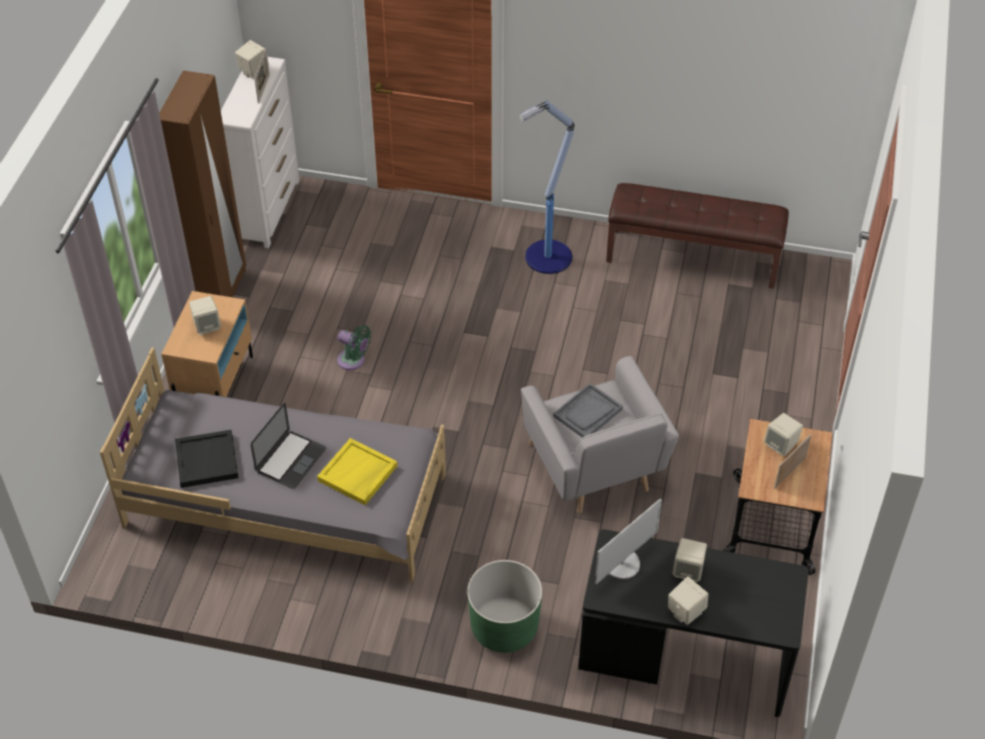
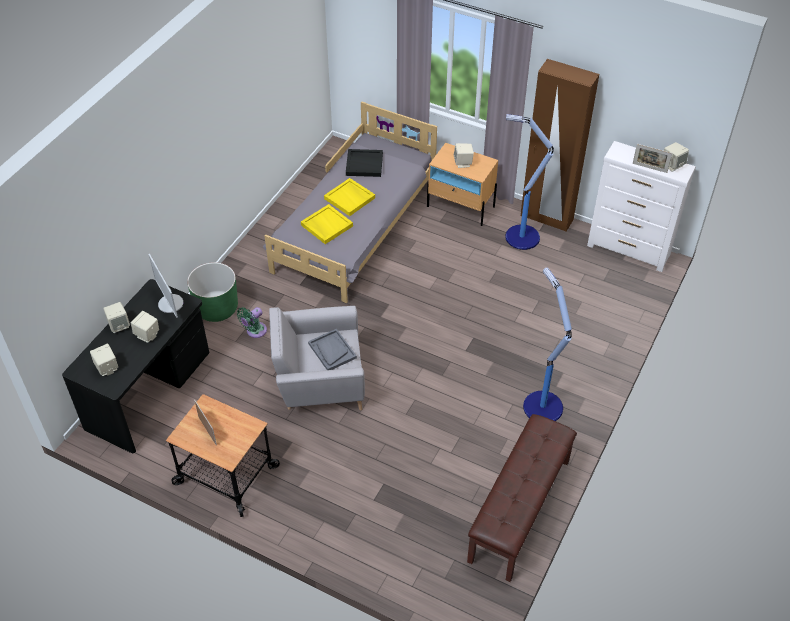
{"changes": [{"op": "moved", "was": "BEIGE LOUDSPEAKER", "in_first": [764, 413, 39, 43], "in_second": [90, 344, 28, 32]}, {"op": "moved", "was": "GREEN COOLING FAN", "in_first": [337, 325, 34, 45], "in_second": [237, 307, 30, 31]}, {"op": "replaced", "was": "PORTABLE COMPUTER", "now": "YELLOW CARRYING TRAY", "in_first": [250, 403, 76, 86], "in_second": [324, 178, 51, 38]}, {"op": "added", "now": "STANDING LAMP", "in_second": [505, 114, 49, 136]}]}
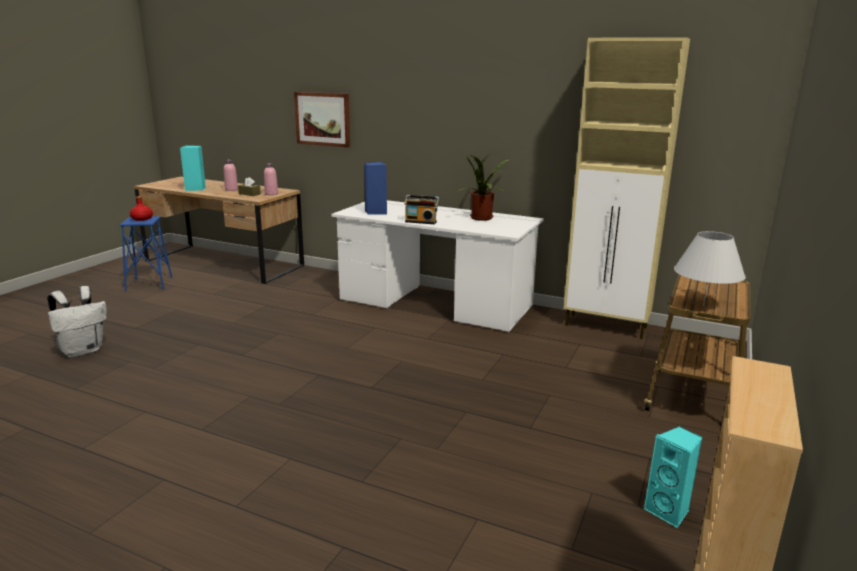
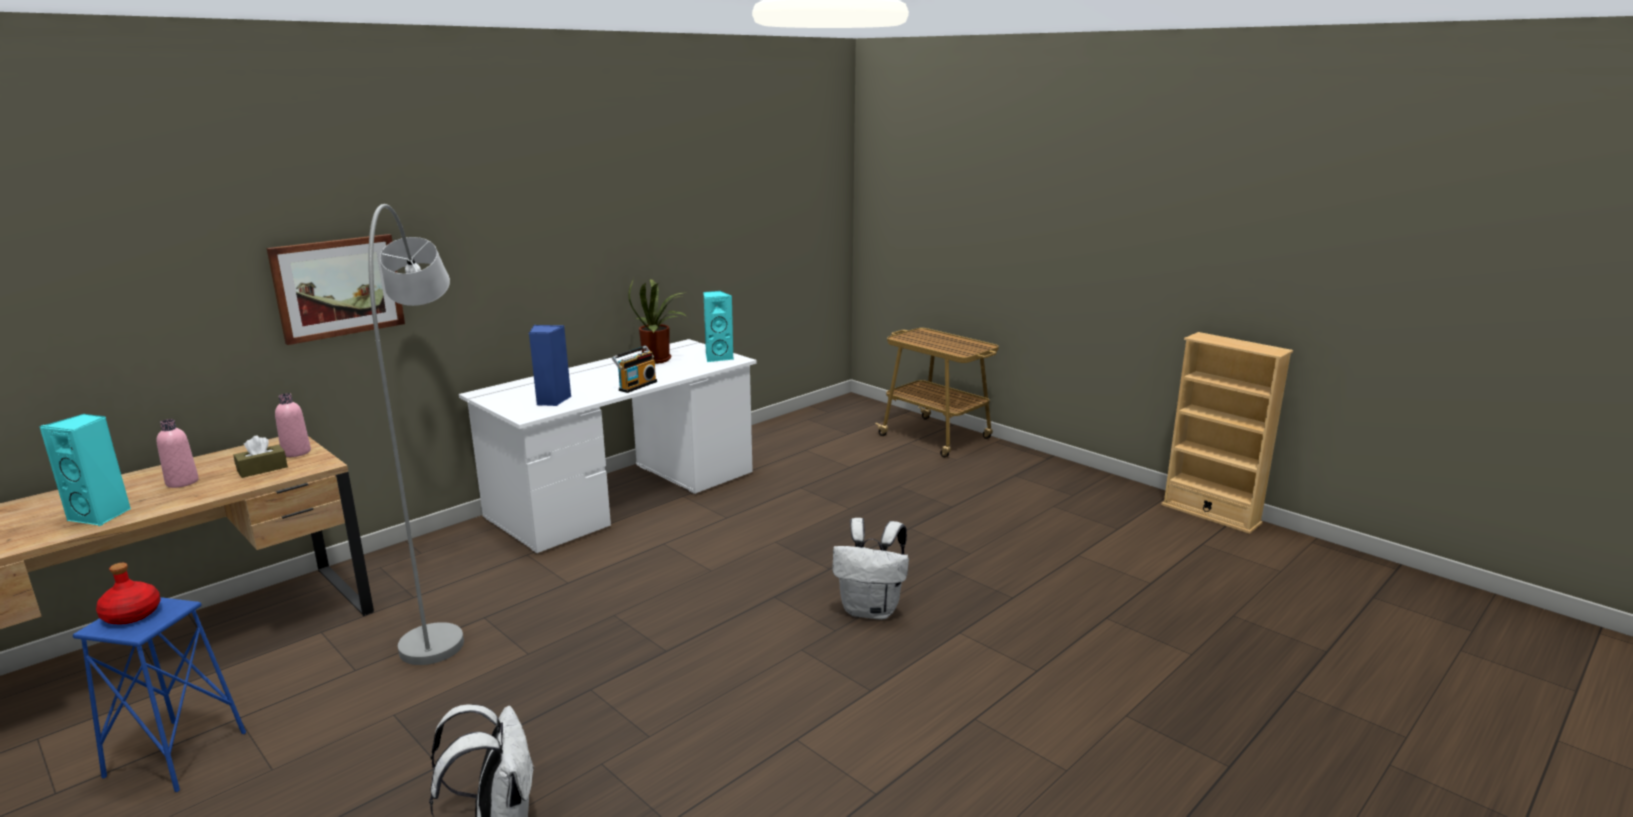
{"changes": [{"op": "added", "now": "GREY STANDING LAMP", "in_second": [368, 204, 96, 461]}, {"op": "moved", "was": "BLUE-GREEN LOUDSPEAKER", "in_first": [644, 426, 58, 102], "in_second": [703, 291, 30, 71]}, {"op": "added", "now": "WHITISH RUCKSACK", "in_second": [832, 518, 77, 102]}, {"op": "removed", "was": "BEIGE CUPBOARD", "in_first": [564, 37, 126, 302]}, {"op": "removed", "was": "WHITISH TABLETOP LAMP", "in_first": [674, 231, 72, 75]}]}
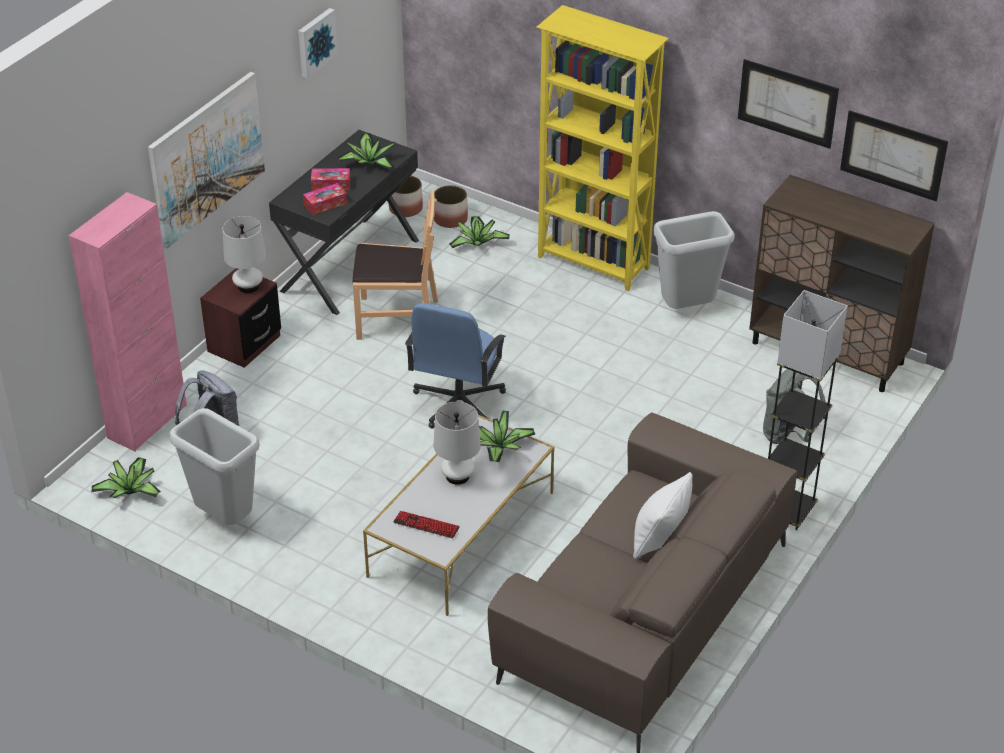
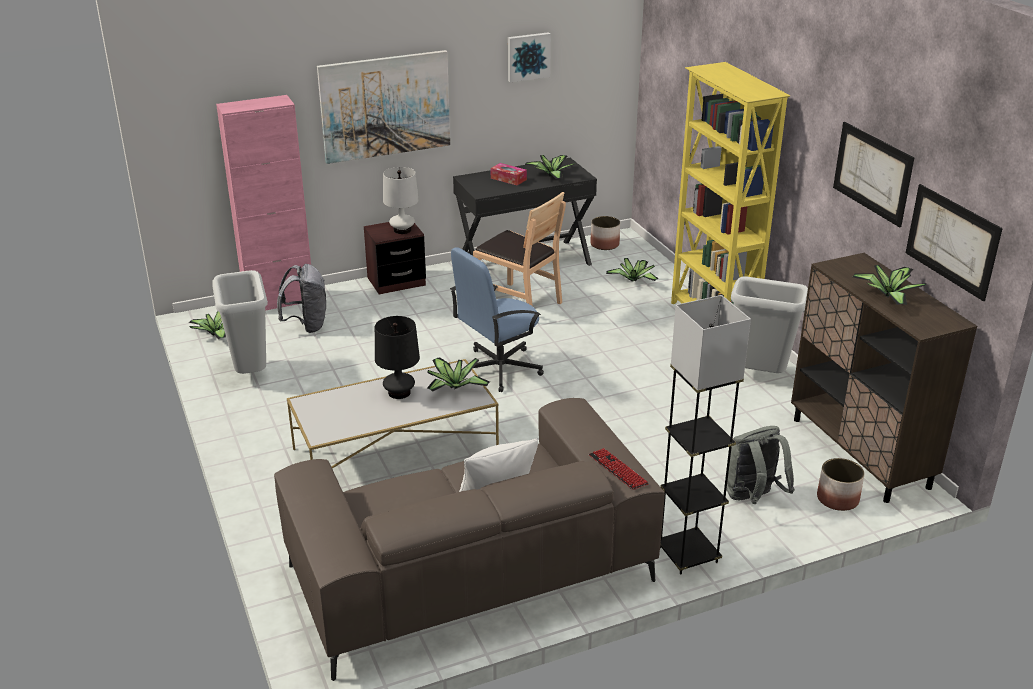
{"changes": [{"op": "recoloured", "was": "WHITISH TABLETOP LAMP", "now": "BLACK-COLOURED TABLETOP LAMP", "in_first": [434, 402, 47, 83], "in_second": [375, 316, 45, 83]}, {"op": "moved", "was": "PC KEYBOARD", "in_first": [393, 511, 67, 27], "in_second": [589, 448, 60, 42]}, {"op": "moved", "was": "PLANTER", "in_first": [434, 185, 34, 43], "in_second": [817, 458, 47, 53]}, {"op": "added", "now": "HOUSEPLANT", "in_second": [853, 265, 74, 40]}, {"op": "removed", "was": "TISSUE BOX", "in_first": [303, 183, 44, 32]}]}
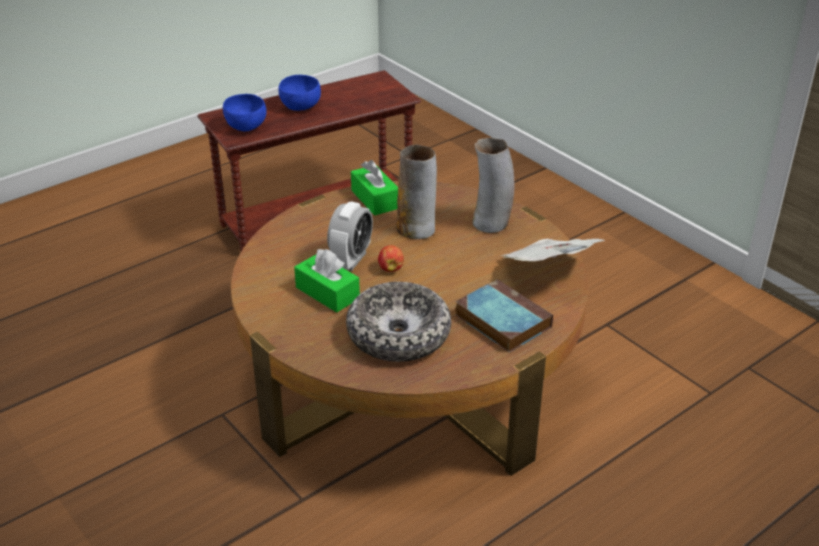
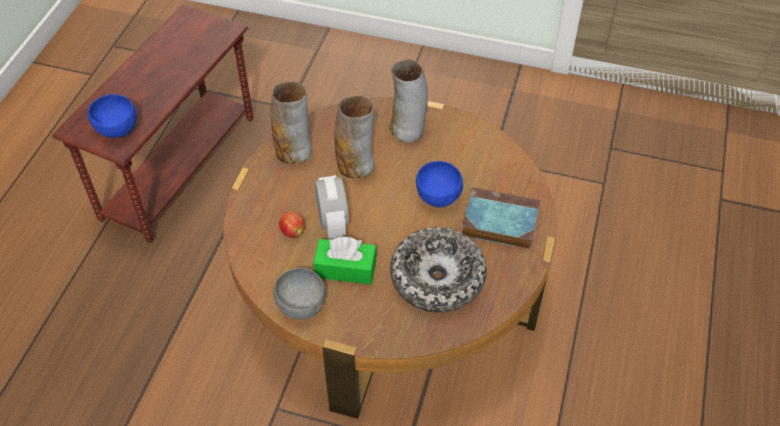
{"changes": [{"op": "replaced", "was": "GREEN TISSUE BOX", "now": "DECORATIVE VASE", "in_first": [351, 160, 47, 56], "in_second": [271, 82, 41, 82]}, {"op": "added", "now": "GREY BOWL", "in_second": [273, 268, 53, 51]}, {"op": "moved", "was": "WHOLE APPLE", "in_first": [378, 245, 26, 27], "in_second": [279, 211, 26, 27]}, {"op": "moved", "was": "BLUE-COLOURED BOWL", "in_first": [278, 75, 43, 36], "in_second": [416, 161, 47, 47]}, {"op": "removed", "was": "NEWSPAPER", "in_first": [501, 239, 104, 22]}]}
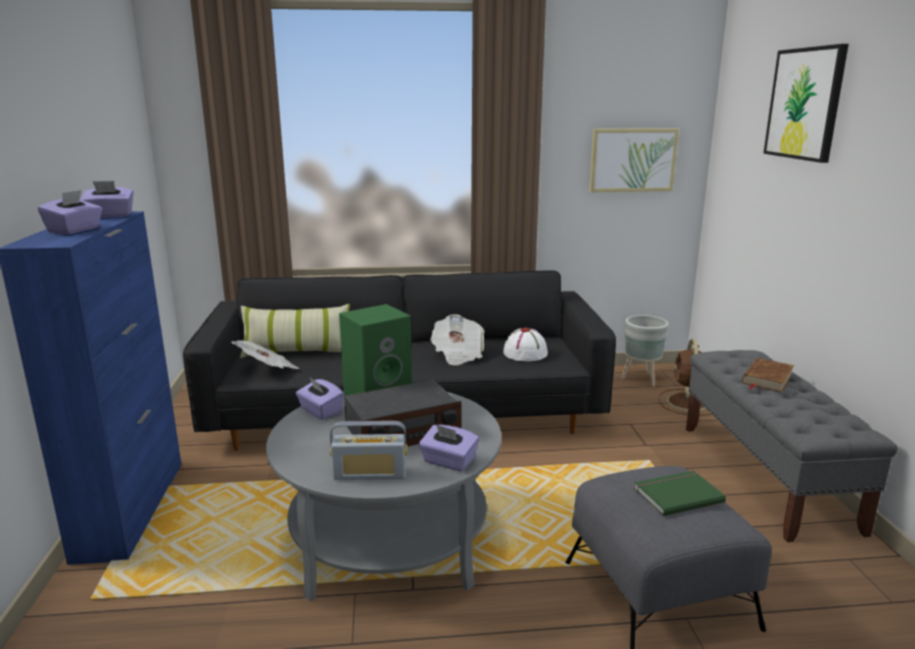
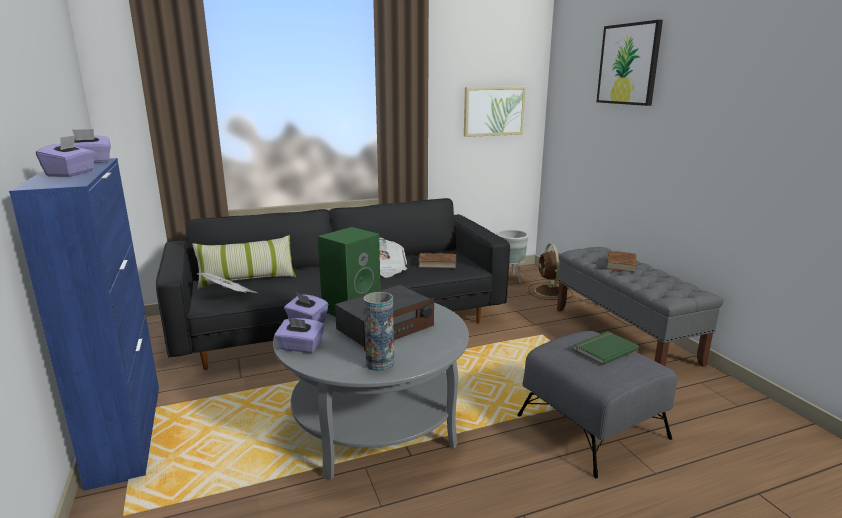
{"changes": [{"op": "moved", "was": "PURPLISH TISSUE BOX", "in_first": [419, 424, 60, 48], "in_second": [274, 318, 50, 35]}, {"op": "replaced", "was": "RADIO", "now": "DECORATIVE VASE", "in_first": [330, 421, 77, 59], "in_second": [364, 292, 30, 79]}, {"op": "replaced", "was": "WHITISH CLOTHING HAT", "now": "BROWN VOLUME", "in_first": [503, 328, 45, 34], "in_second": [413, 253, 43, 15]}]}
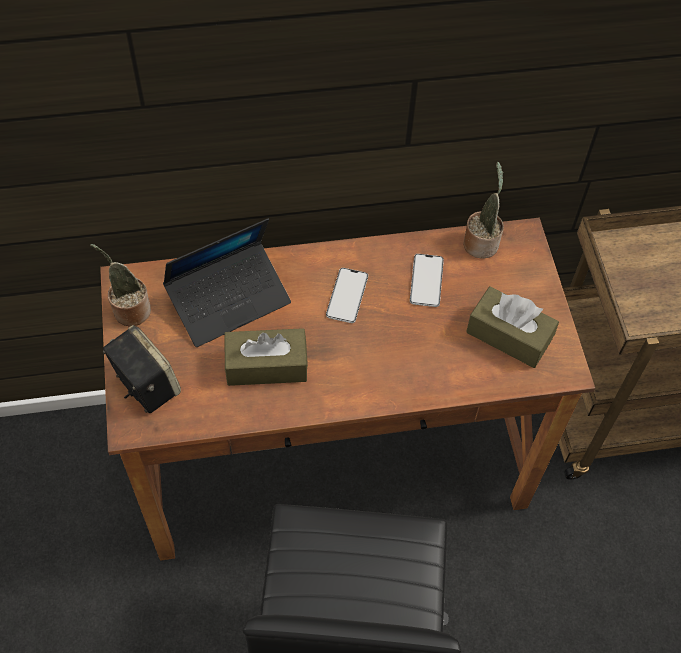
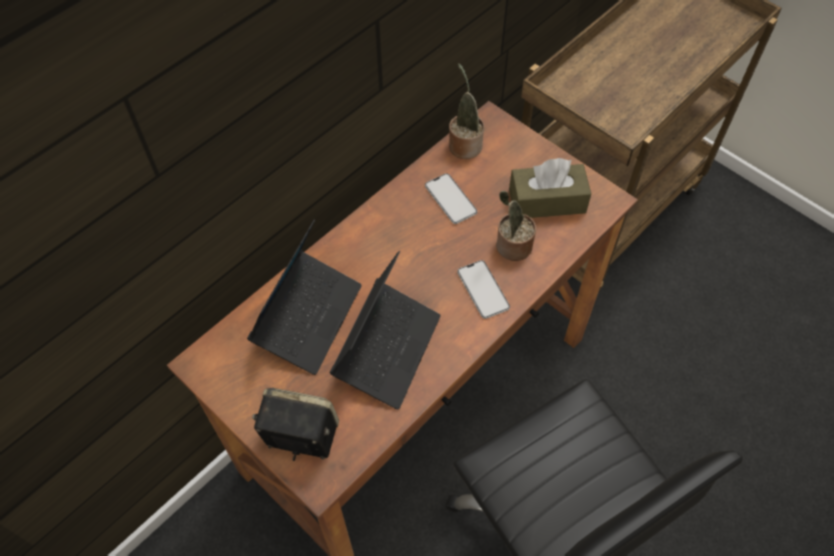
{"changes": [{"op": "replaced", "was": "BROWN TISSUE BOX", "now": "PORTABLE COMPUTER", "in_first": [225, 328, 83, 58], "in_second": [329, 251, 112, 159]}, {"op": "moved", "was": "PHONE", "in_first": [326, 268, 42, 55], "in_second": [457, 260, 53, 59]}, {"op": "moved", "was": "HOUSEPLANT", "in_first": [90, 244, 61, 83], "in_second": [496, 191, 40, 70]}]}
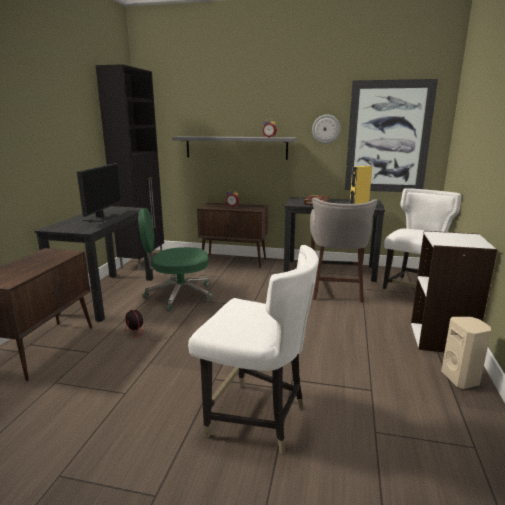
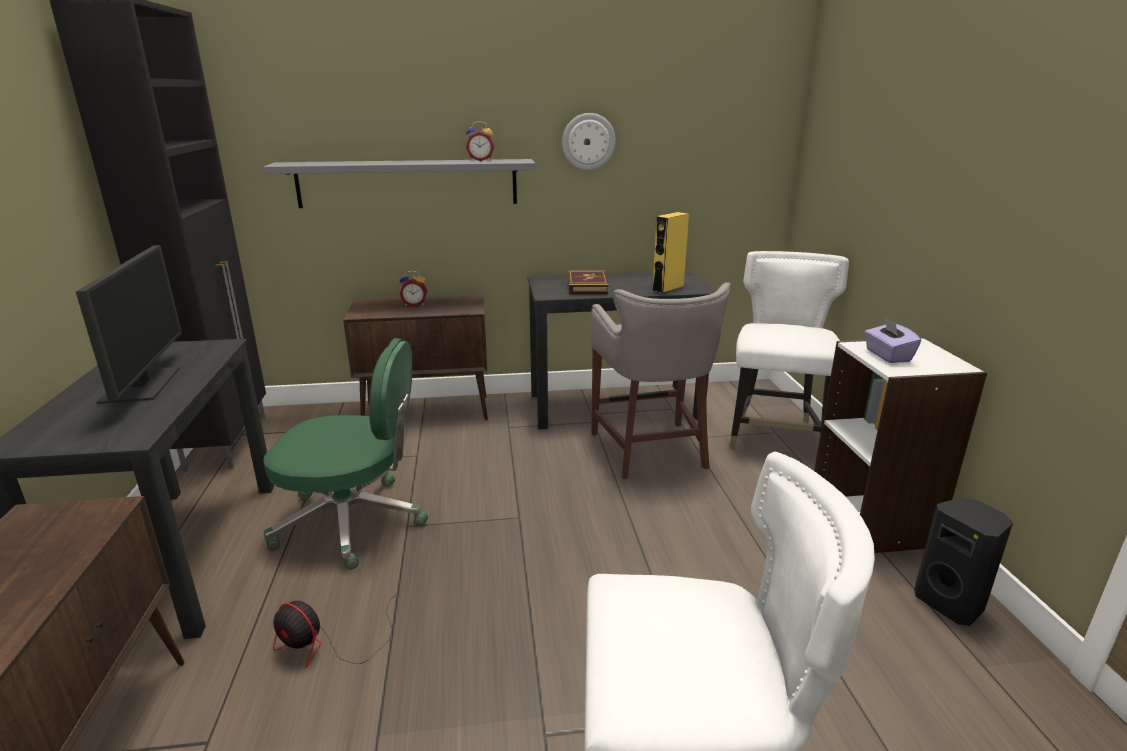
{"changes": [{"op": "turned", "was": "GREEN COMPUTER CHAIR", "in_first": [138, 208, 74, 104], "in_second": [263, 338, 165, 232], "clockwise": -150}, {"op": "added", "now": "PURPLISH TISSUE BOX", "in_second": [865, 318, 56, 45]}, {"op": "recoloured", "was": "BEIGE LOUDSPEAKER", "now": "BLACK-COLOURED LOUDSPEAKER", "in_first": [441, 317, 50, 72], "in_second": [914, 497, 99, 129]}, {"op": "removed", "was": "PICTURE", "in_first": [345, 79, 93, 113]}]}
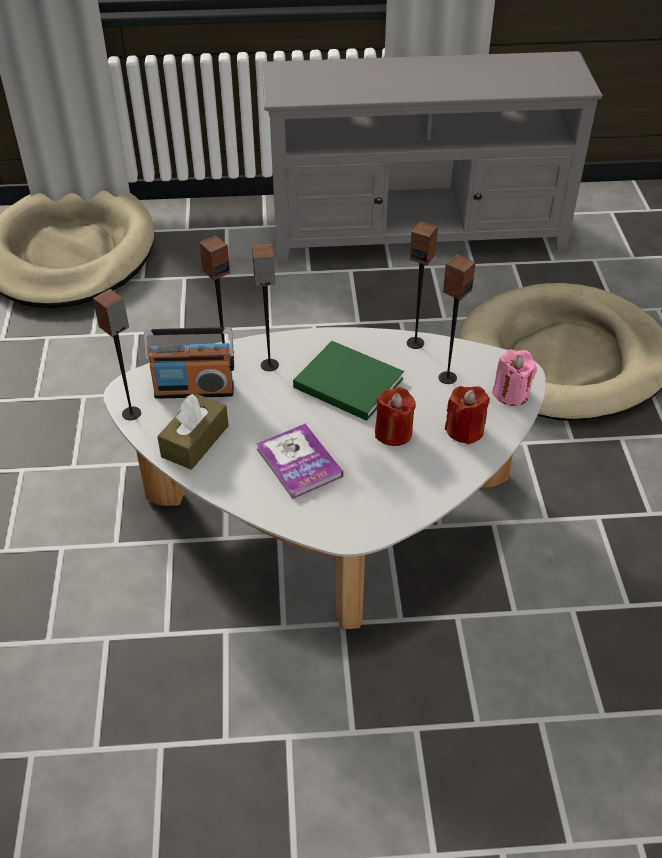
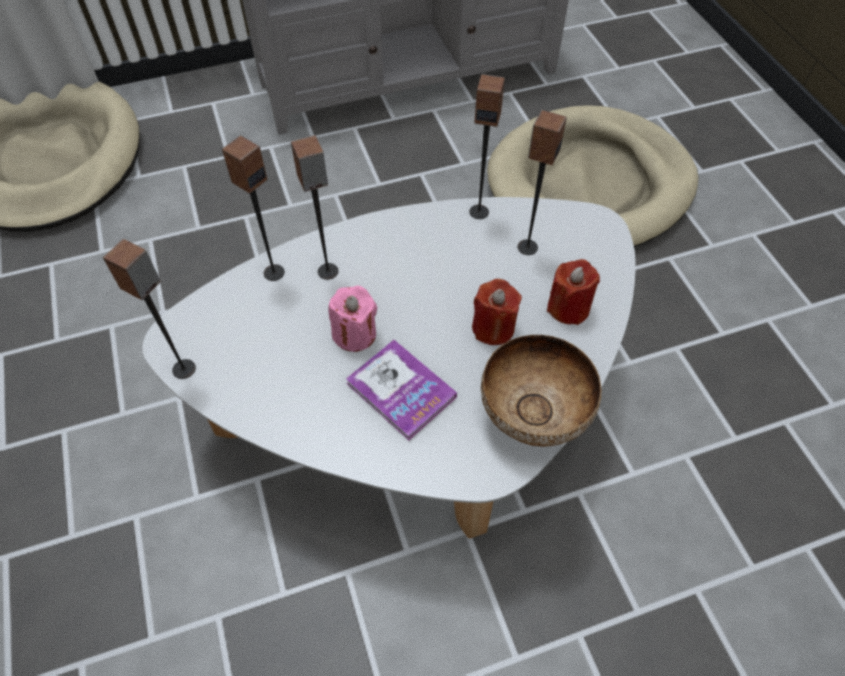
{"changes": [{"op": "moved", "was": "PINK-COLOURED WAX LIGHT", "in_first": [492, 349, 45, 57], "in_second": [329, 286, 48, 66]}, {"op": "added", "now": "BOWL", "in_second": [481, 335, 121, 112]}, {"op": "removed", "was": "RADIO", "in_first": [144, 327, 90, 72]}, {"op": "removed", "was": "BROWN TISSUE BOX", "in_first": [157, 394, 72, 76]}, {"op": "removed", "was": "GREEN VOLUME", "in_first": [293, 341, 111, 80]}]}
